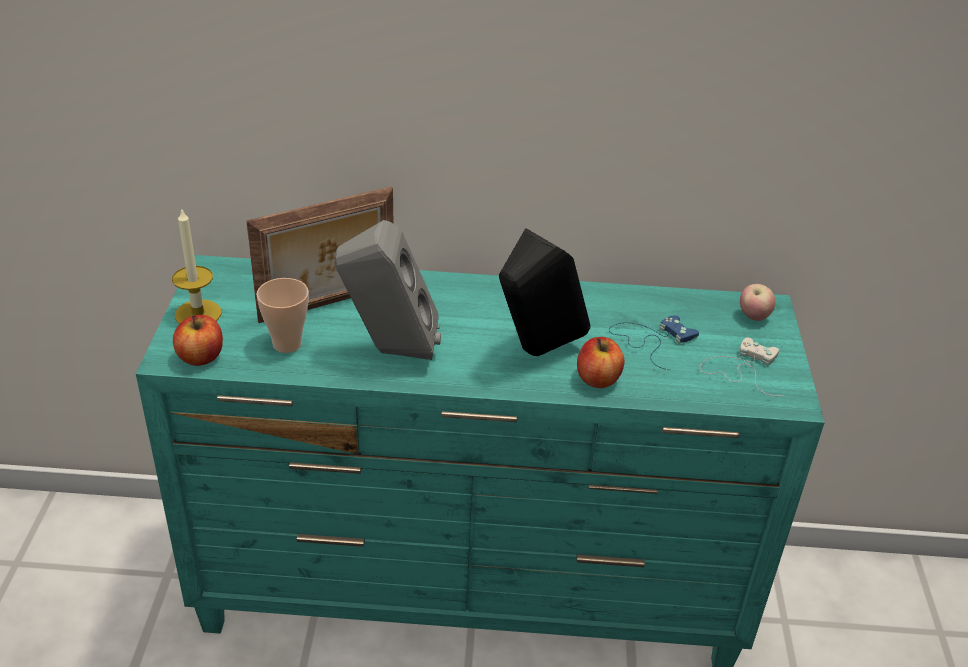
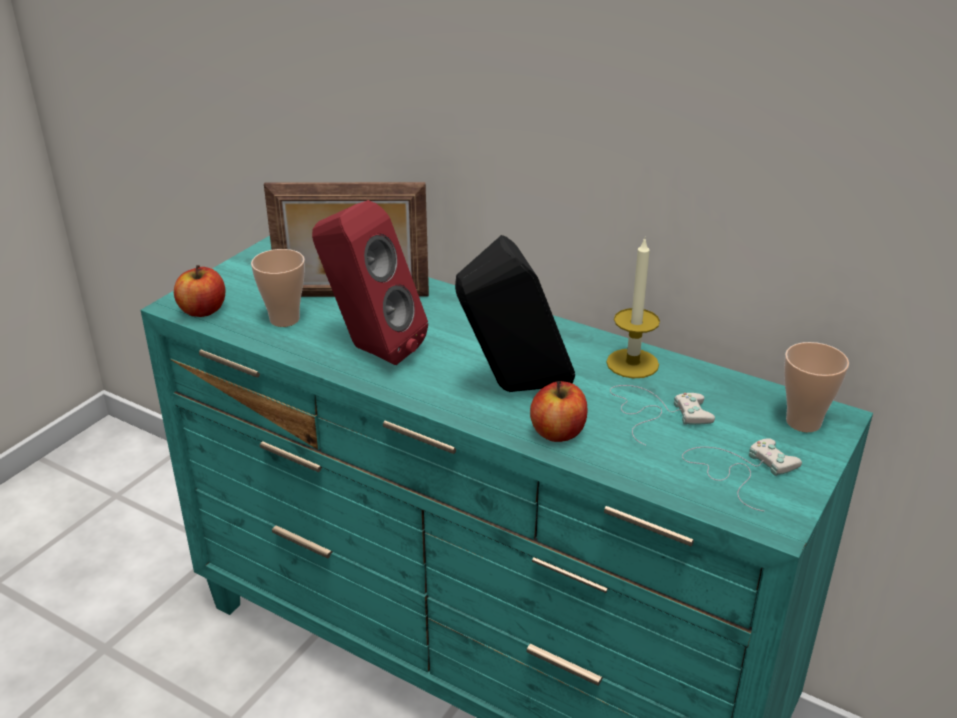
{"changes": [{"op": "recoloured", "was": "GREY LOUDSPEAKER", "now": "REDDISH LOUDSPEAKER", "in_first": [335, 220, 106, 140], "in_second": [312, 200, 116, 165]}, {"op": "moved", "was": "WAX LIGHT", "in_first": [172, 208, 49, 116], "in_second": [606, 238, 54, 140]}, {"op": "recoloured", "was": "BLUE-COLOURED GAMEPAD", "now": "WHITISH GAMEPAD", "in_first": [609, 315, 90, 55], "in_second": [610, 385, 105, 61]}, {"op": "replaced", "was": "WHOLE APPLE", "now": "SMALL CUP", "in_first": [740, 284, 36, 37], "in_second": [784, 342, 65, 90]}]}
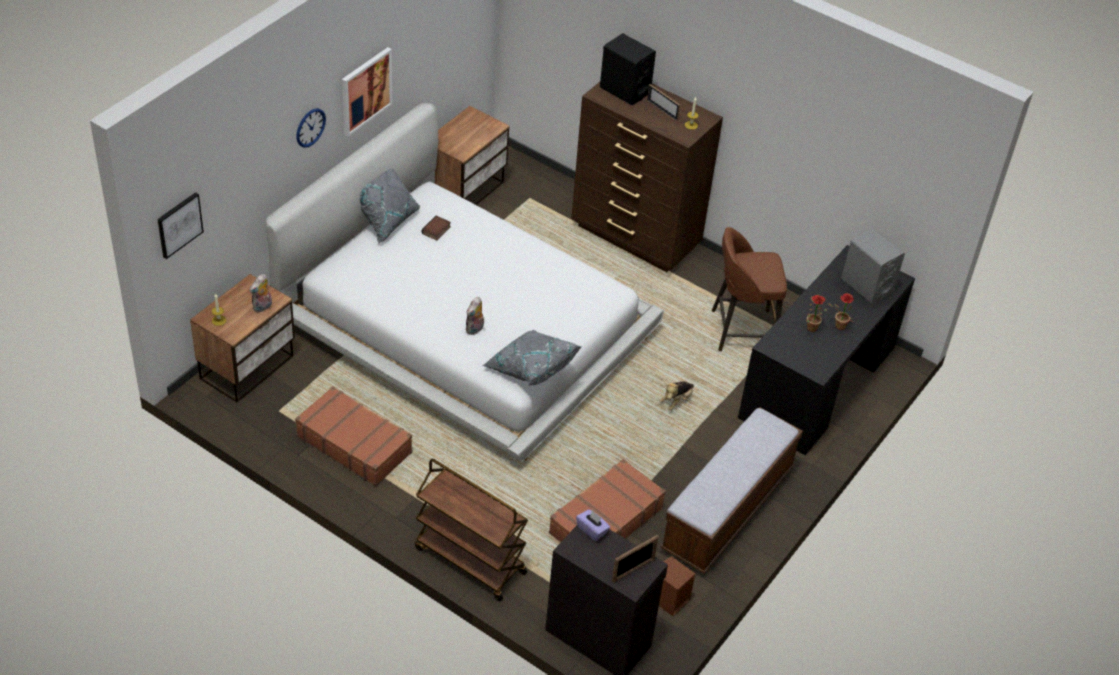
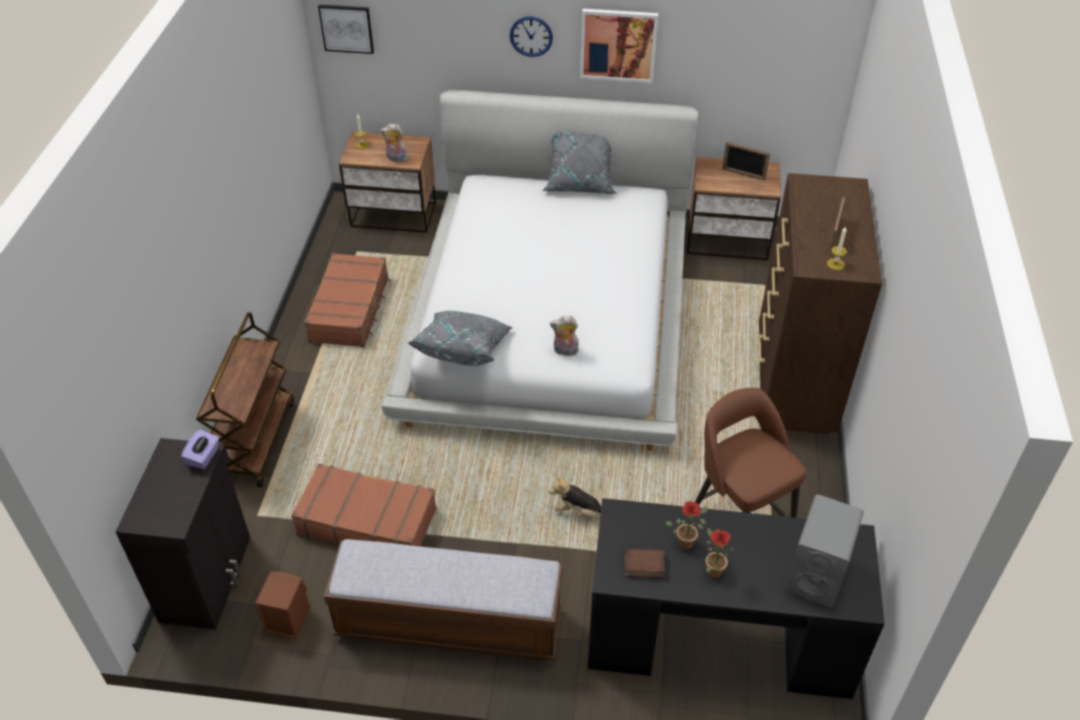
{"changes": [{"op": "moved", "was": "PLUSH TOY", "in_first": [465, 297, 20, 38], "in_second": [550, 316, 29, 40]}, {"op": "moved", "was": "VOLUME", "in_first": [421, 216, 30, 25], "in_second": [625, 548, 40, 30]}, {"op": "moved", "was": "PHOTO FRAME", "in_first": [612, 535, 46, 48], "in_second": [722, 142, 48, 38]}, {"op": "removed", "was": "BLACK-COLOURED LOUDSPEAKER", "in_first": [600, 33, 56, 72]}]}
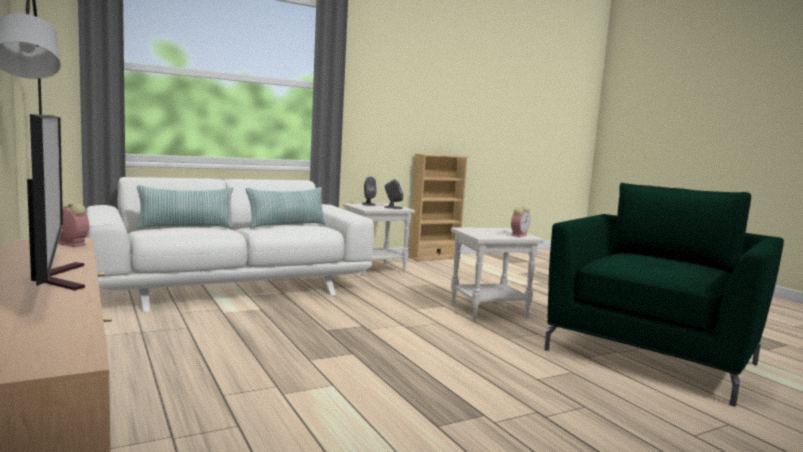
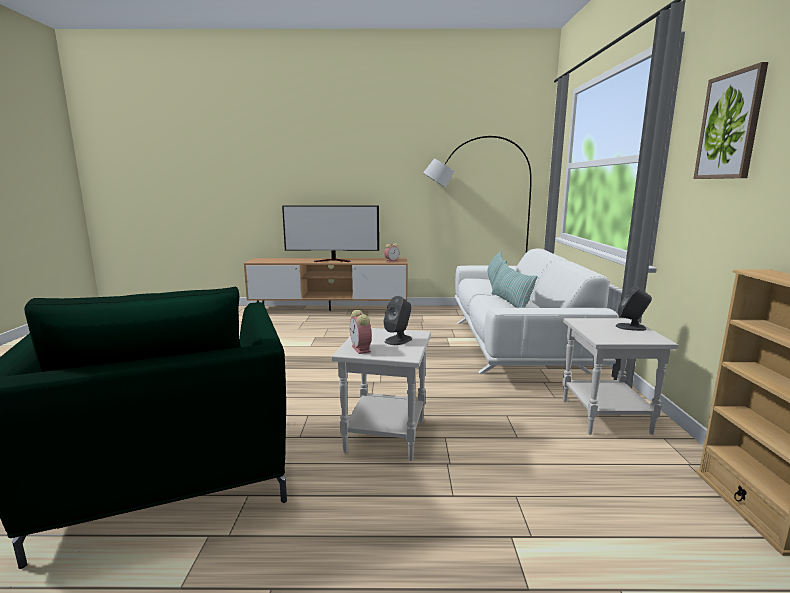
{"changes": [{"op": "moved", "was": "GREY LOUDSPEAKER", "in_first": [384, 179, 19, 30], "in_second": [383, 296, 29, 49]}, {"op": "added", "now": "PICTURE", "in_second": [693, 62, 75, 117]}]}
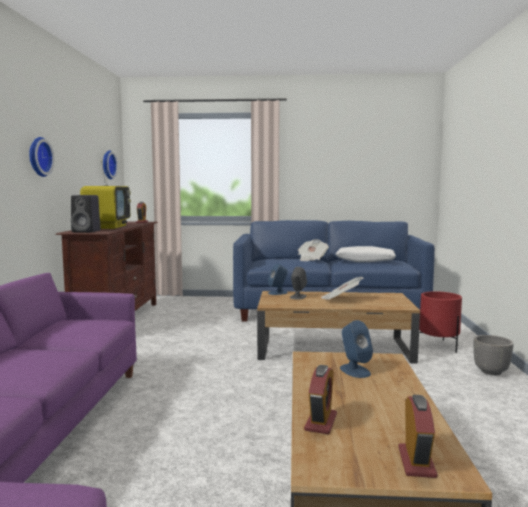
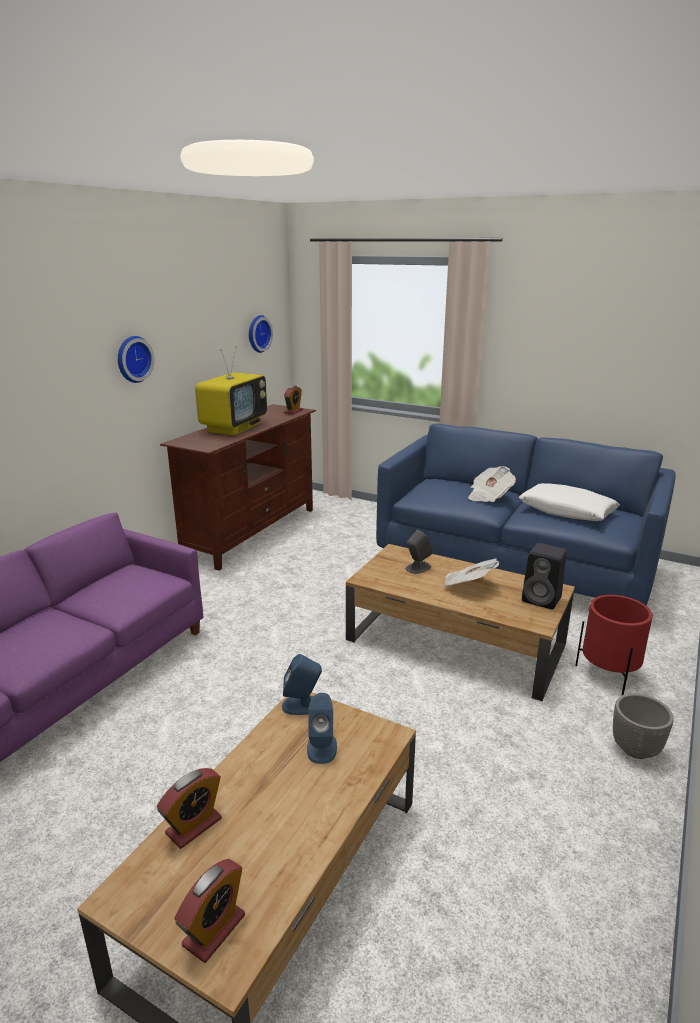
{"changes": [{"op": "moved", "was": "BLUE-COLOURED LOUDSPEAKER", "in_first": [268, 264, 20, 31], "in_second": [282, 654, 40, 61]}, {"op": "moved", "was": "BLACK-COLOURED LOUDSPEAKER", "in_first": [71, 195, 30, 37], "in_second": [522, 543, 45, 66]}]}
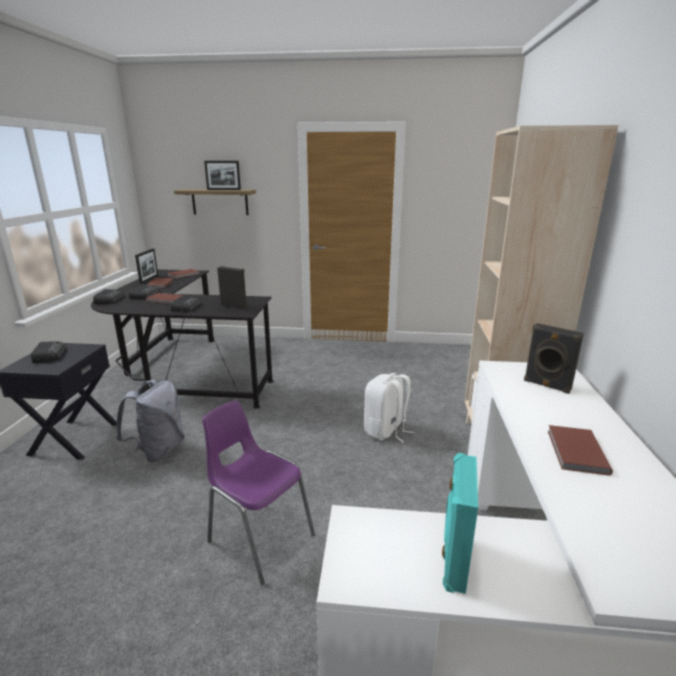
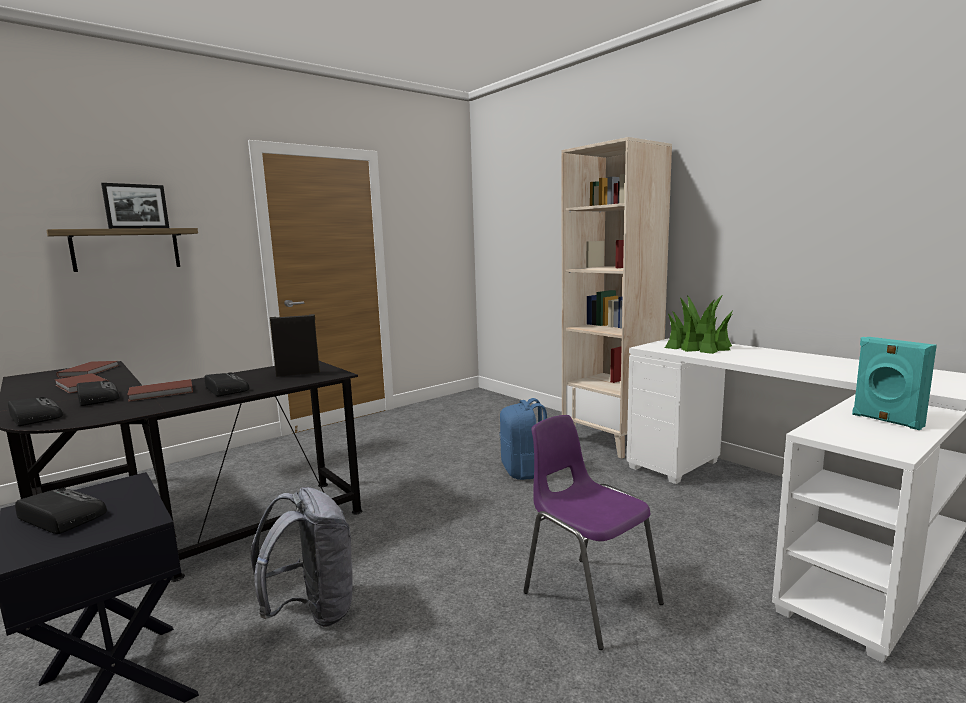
{"changes": [{"op": "recoloured", "was": "WHITISH RUCKSACK", "now": "BLUE-COLOURED RUCKSACK", "in_first": [364, 373, 50, 70], "in_second": [500, 398, 47, 82]}, {"op": "turned", "was": "PURPLISH PLAIN CHAIR", "in_first": [202, 401, 113, 184], "in_second": [523, 415, 141, 235], "clockwise": 60}, {"op": "replaced", "was": "BLACK-COLOURED LOUDSPEAKER", "now": "HOUSEPLANT", "in_first": [524, 323, 60, 71], "in_second": [665, 295, 68, 59]}, {"op": "removed", "was": "PHOTO FRAME", "in_first": [135, 249, 23, 35]}, {"op": "removed", "was": "BROWN VOLUME", "in_first": [548, 425, 65, 51]}]}
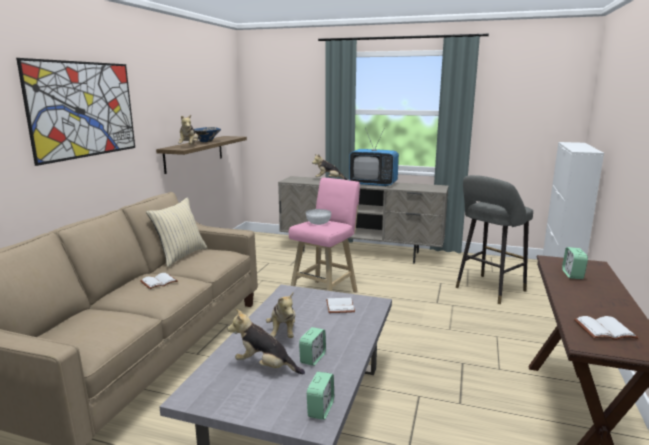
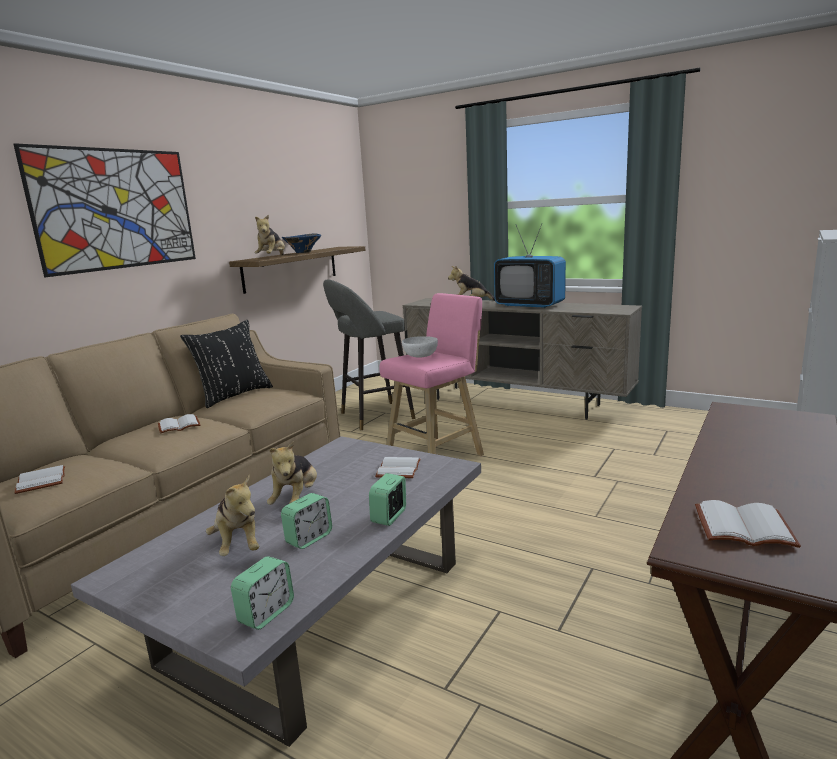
{"changes": [{"op": "added", "now": "WHITISH VOLUME", "in_second": [14, 465, 51, 29]}, {"op": "recoloured", "was": "BEIGE PILLOW", "now": "BLACK-COLOURED PILLOW", "in_first": [146, 197, 61, 70], "in_second": [180, 320, 93, 88]}, {"op": "turned", "was": "PLUSH TOY", "in_first": [227, 309, 78, 65], "in_second": [206, 475, 53, 81], "clockwise": -150}, {"op": "moved", "was": "GREY STOOL SEAT", "in_first": [456, 175, 77, 129], "in_second": [323, 279, 92, 151]}, {"op": "moved", "was": "ALARM CLOCK", "in_first": [562, 247, 26, 32], "in_second": [369, 473, 37, 53]}]}
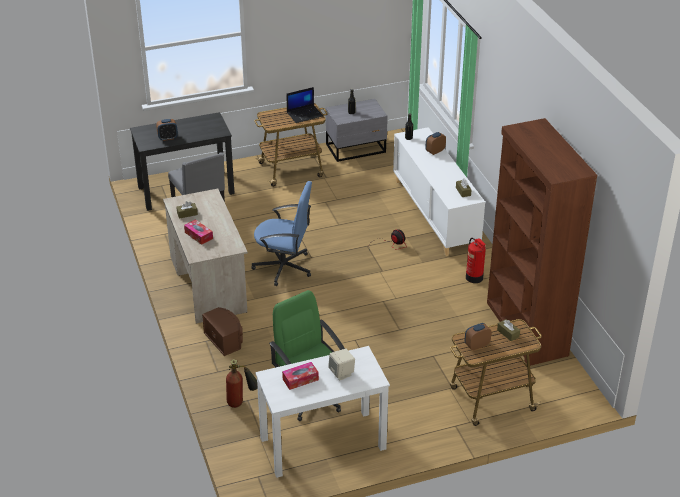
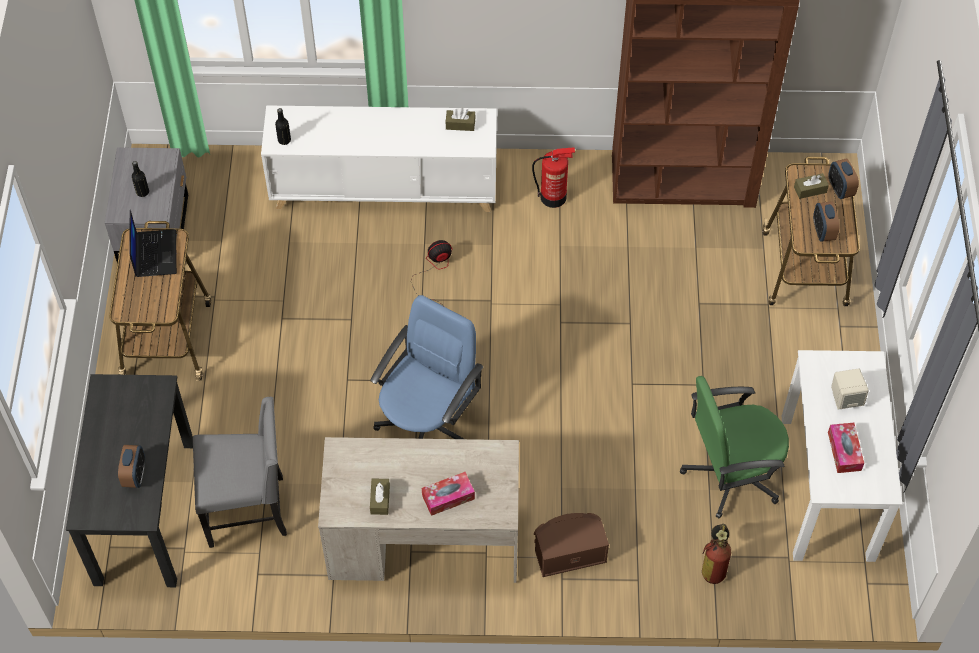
{"changes": [{"op": "moved", "was": "ALARM CLOCK", "in_first": [425, 132, 21, 23], "in_second": [828, 158, 31, 41]}]}
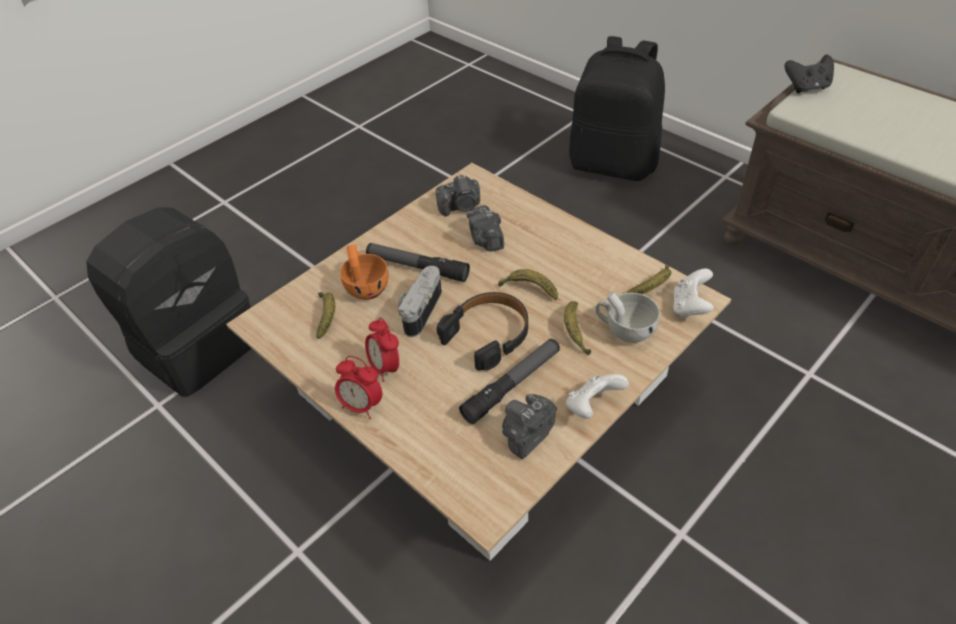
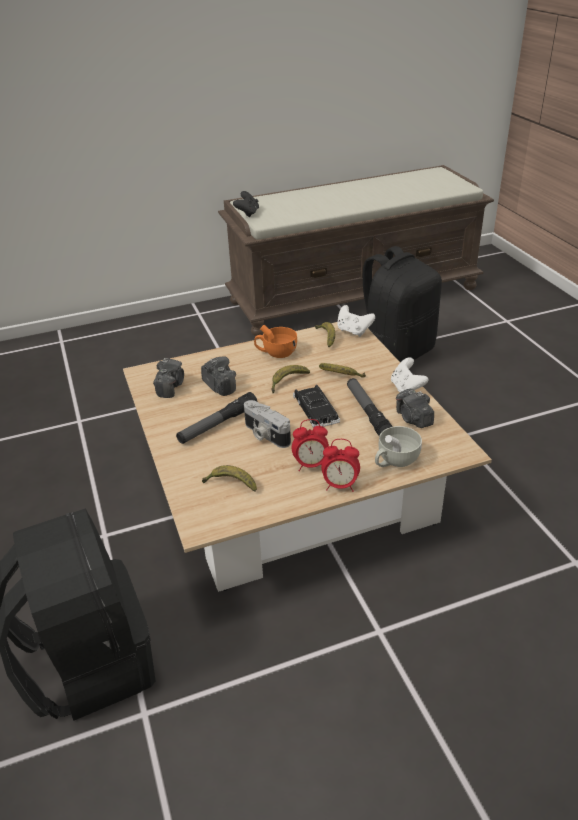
{"changes": [{"op": "turned", "was": "PHOTO CAMERA", "in_first": [467, 205, 37, 46], "in_second": [201, 357, 35, 39], "clockwise": -135}, {"op": "moved", "was": "ORANGE SMALL CUP", "in_first": [340, 244, 49, 56], "in_second": [254, 325, 43, 33]}, {"op": "replaced", "was": "BLACK-COLOURED PAIR OF HEADPHONES", "now": "BLACK-COLOURED MINIATURE CAR", "in_first": [437, 292, 91, 79], "in_second": [293, 385, 47, 43]}, {"op": "turned", "was": "ALARM CLOCK", "in_first": [335, 356, 47, 63], "in_second": [321, 439, 39, 53], "clockwise": 45}, {"op": "moved", "was": "BLACK-COLOURED RUCKSACK", "in_first": [569, 36, 96, 145], "in_second": [363, 246, 79, 117]}, {"op": "moved", "was": "WHITISH SMALL CUP", "in_first": [596, 292, 64, 51], "in_second": [375, 426, 47, 41]}]}
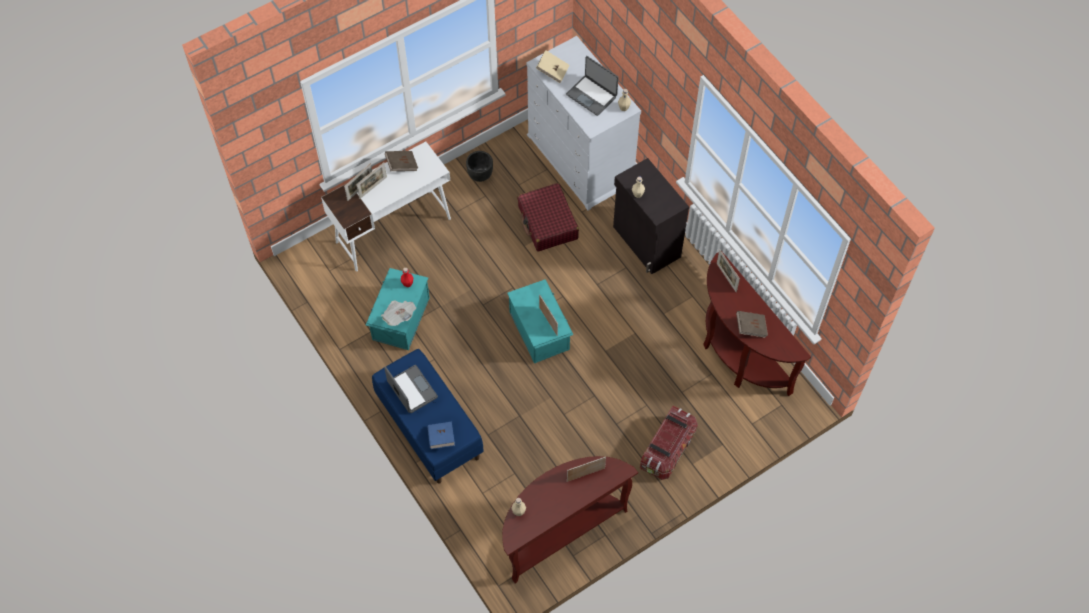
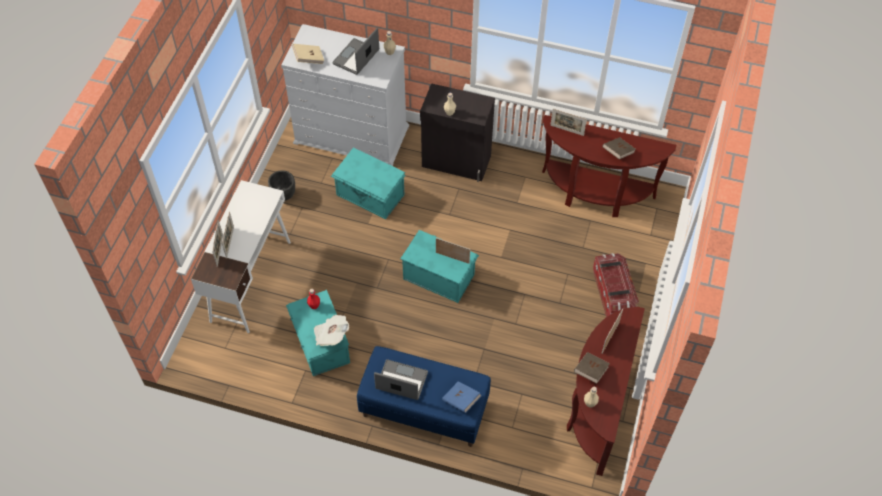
{"changes": [{"op": "replaced", "was": "REDDISH PIECE OF LUGGAGE", "now": "BLUE-GREEN STORAGE BOX", "in_first": [517, 183, 62, 68], "in_second": [331, 147, 75, 73]}, {"op": "turned", "was": "PORTABLE COMPUTER", "in_first": [566, 56, 53, 60], "in_second": [332, 28, 47, 47], "clockwise": 120}, {"op": "moved", "was": "BROWN VOLUME", "in_first": [385, 151, 33, 20], "in_second": [574, 352, 36, 32]}]}
